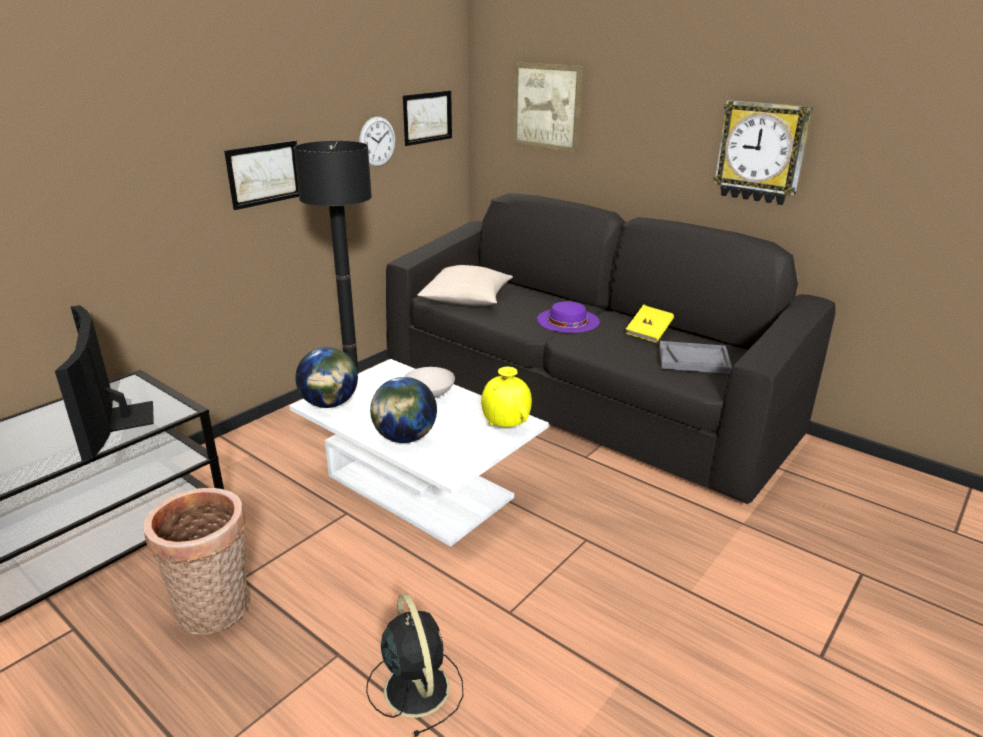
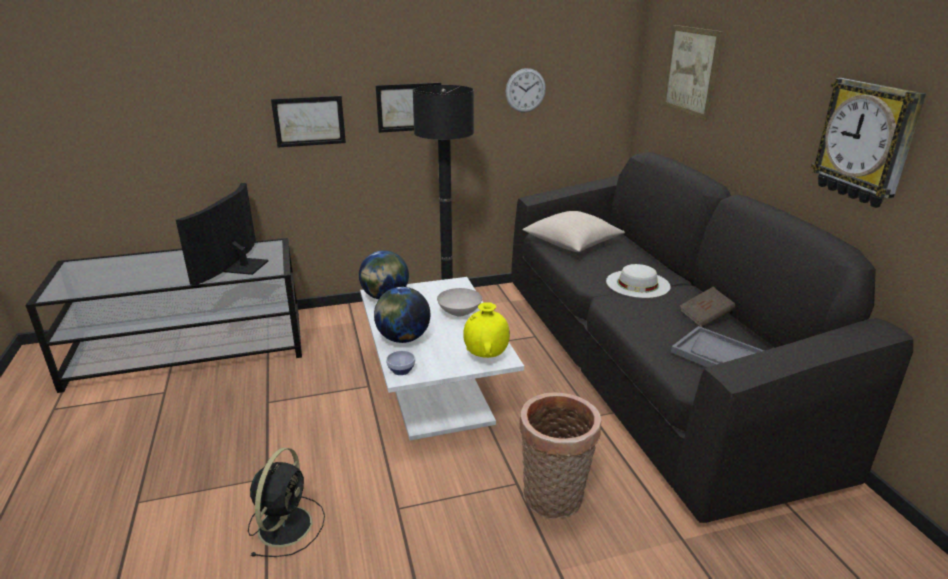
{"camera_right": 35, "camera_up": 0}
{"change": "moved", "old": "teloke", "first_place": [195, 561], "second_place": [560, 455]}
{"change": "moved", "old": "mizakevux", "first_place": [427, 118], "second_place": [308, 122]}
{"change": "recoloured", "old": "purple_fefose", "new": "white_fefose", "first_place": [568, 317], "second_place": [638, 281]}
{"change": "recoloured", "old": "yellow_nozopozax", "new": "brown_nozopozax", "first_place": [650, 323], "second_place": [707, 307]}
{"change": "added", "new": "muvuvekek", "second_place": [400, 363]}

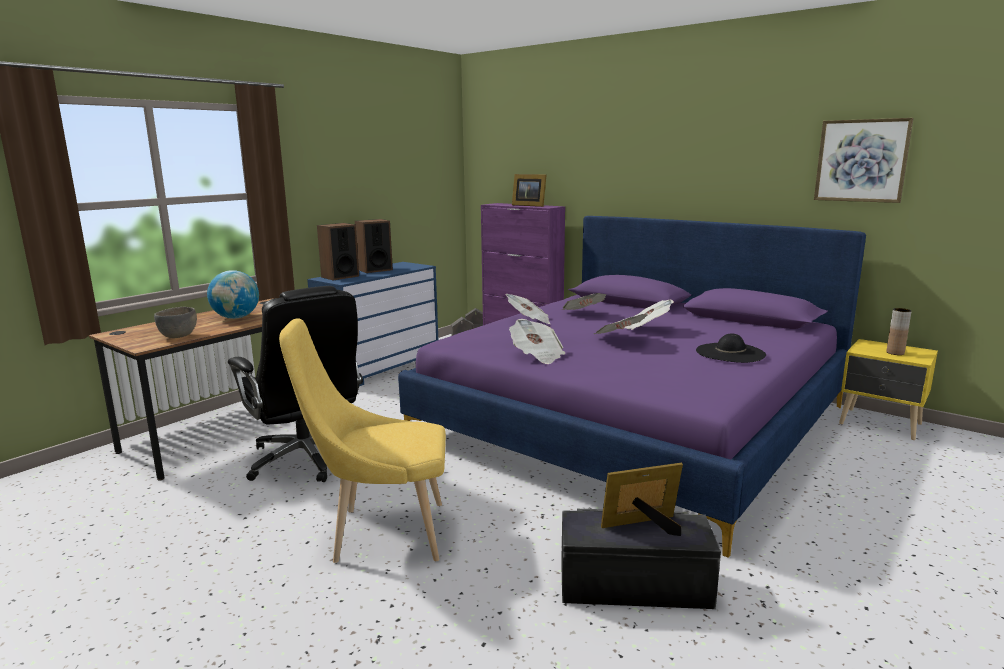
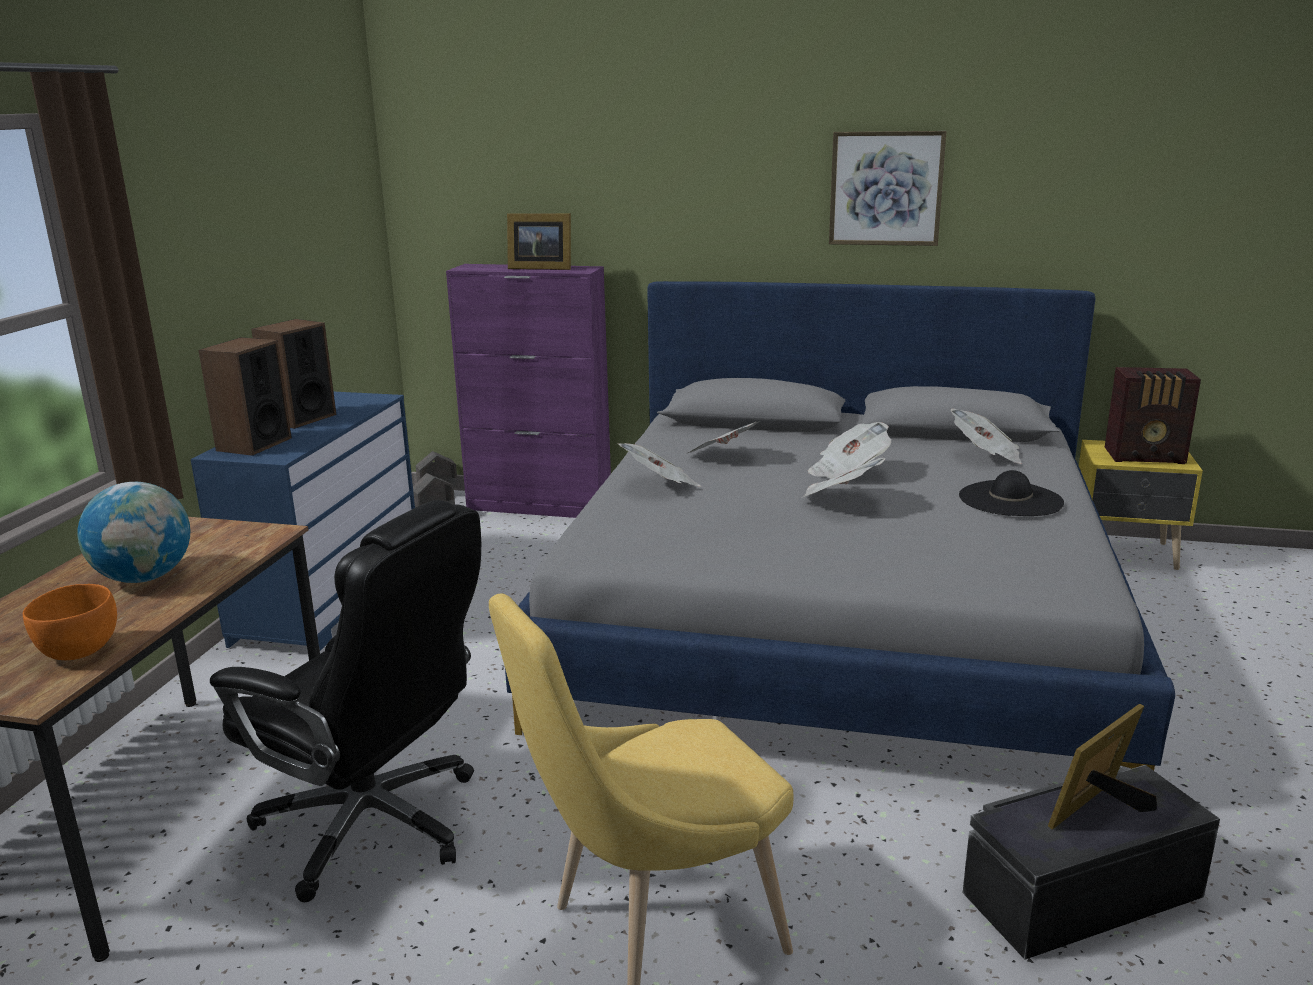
{"camera_right": -25, "camera_up": 5}
{"change": "recoloured", "old": "grey_muvuvekek", "new": "orange_muvuvekek", "first_place": [175, 322], "second_place": [70, 622]}
{"change": "recoloured", "old": "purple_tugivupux", "new": "grey_tugivupux", "first_place": [632, 387], "second_place": [840, 526]}
{"change": "moved", "old": "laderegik", "first_place": [537, 341], "second_place": [986, 436]}
{"change": "moved", "old": "mizakevux", "first_place": [864, 160], "second_place": [888, 188]}
{"change": "replaced", "old": "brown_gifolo", "new": "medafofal", "first_place": [899, 331], "second_place": [1153, 415]}

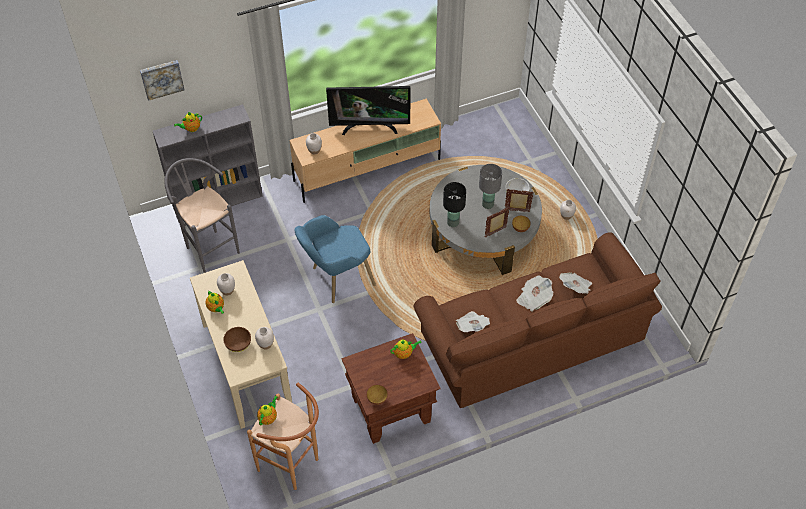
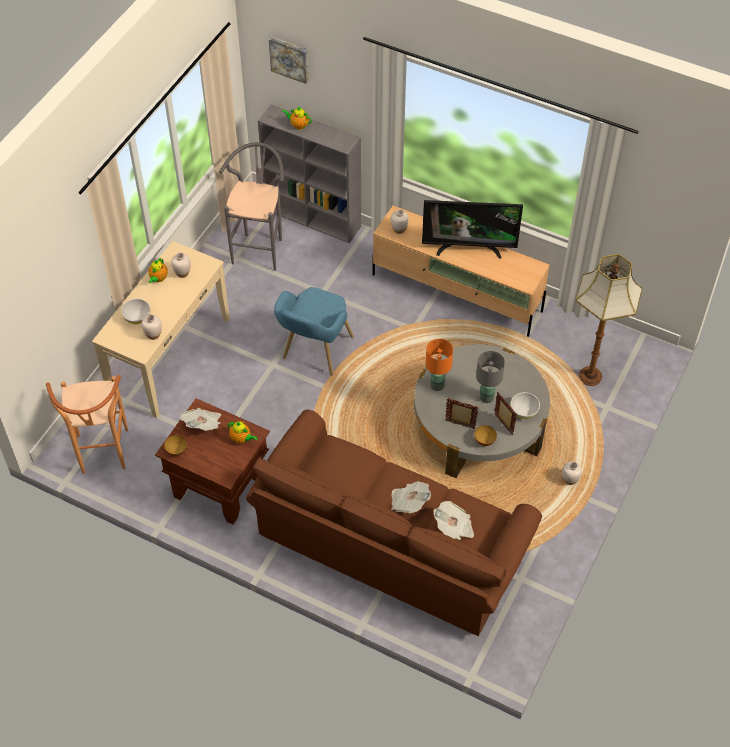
{"camera_right": 50, "camera_up": 0}
{"change": "recoloured", "old": "brown_muvuvekek", "new": "white_muvuvekek", "first_place": [237, 339], "second_place": [135, 311]}
{"change": "removed", "old": "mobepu", "first_place": [267, 411]}
{"change": "turned", "old": "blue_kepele", "first_place": [335, 259], "second_place": [314, 331], "degrees": -90}
{"change": "turned", "old": "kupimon", "first_place": [368, 110], "second_place": [472, 229], "degrees": -45}
{"change": "recoloured", "old": "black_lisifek", "new": "orange_lisifek", "first_place": [454, 204], "second_place": [439, 365]}
{"change": "moved", "old": "laderegik", "first_place": [473, 321], "second_place": [200, 419]}
{"change": "added", "new": "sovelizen", "second_place": [609, 320]}

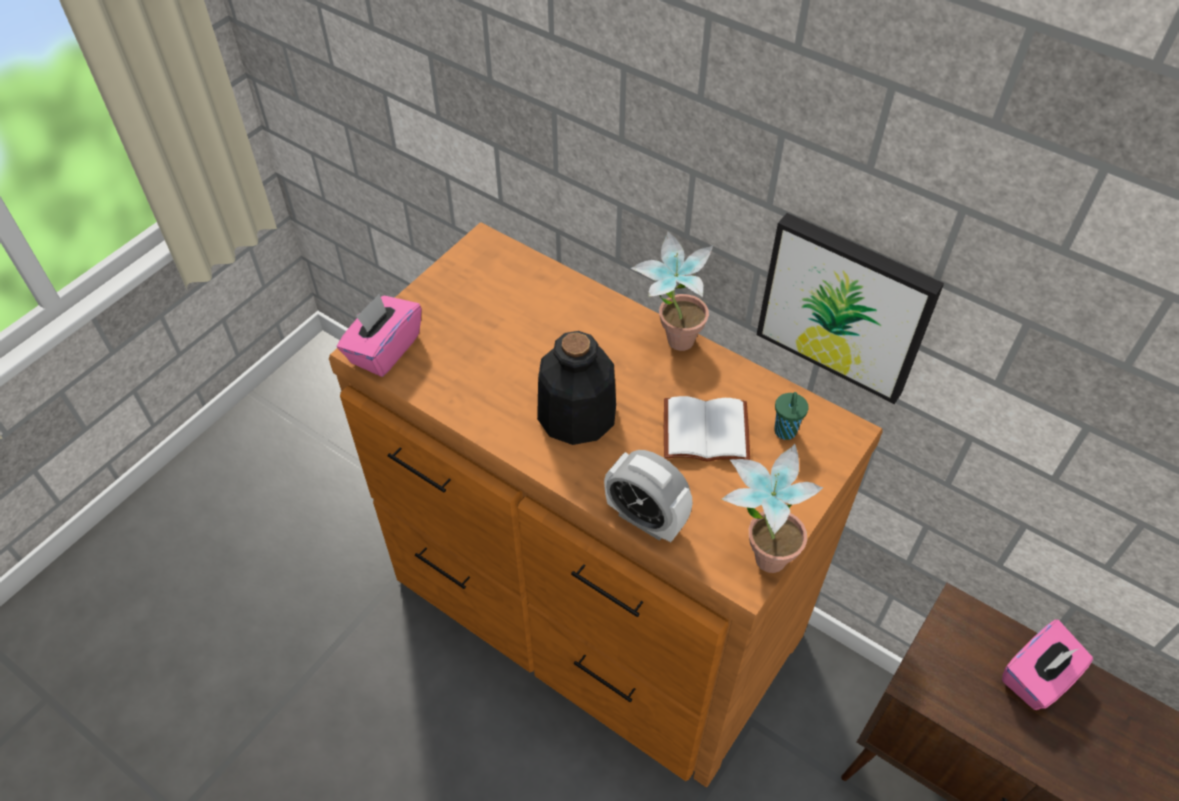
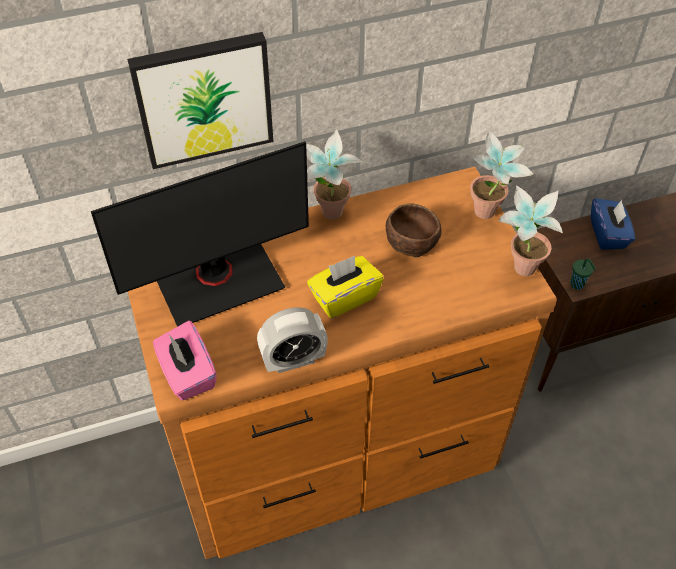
{"camera_right": -55, "camera_up": 0}
{"change": "replaced", "old": "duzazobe", "new": "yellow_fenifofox", "first_place": [576, 388], "second_place": [345, 286]}
{"change": "moved", "old": "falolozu", "first_place": [648, 496], "second_place": [292, 340]}
{"change": "replaced", "old": "white_nozopozax", "new": "brown_muvuvekek", "first_place": [707, 428], "second_place": [414, 230]}
{"change": "moved", "old": "mizakevux", "first_place": [850, 308], "second_place": [200, 100]}
{"change": "moved", "old": "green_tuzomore", "first_place": [791, 416], "second_place": [583, 274]}
{"change": "recoloured", "old": "pink_fenifofox", "new": "blue_fenifofox", "first_place": [1047, 664], "second_place": [613, 224]}
{"change": "added", "new": "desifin", "second_place": [200, 234]}
{"change": "added", "new": "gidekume", "second_place": [501, 174]}

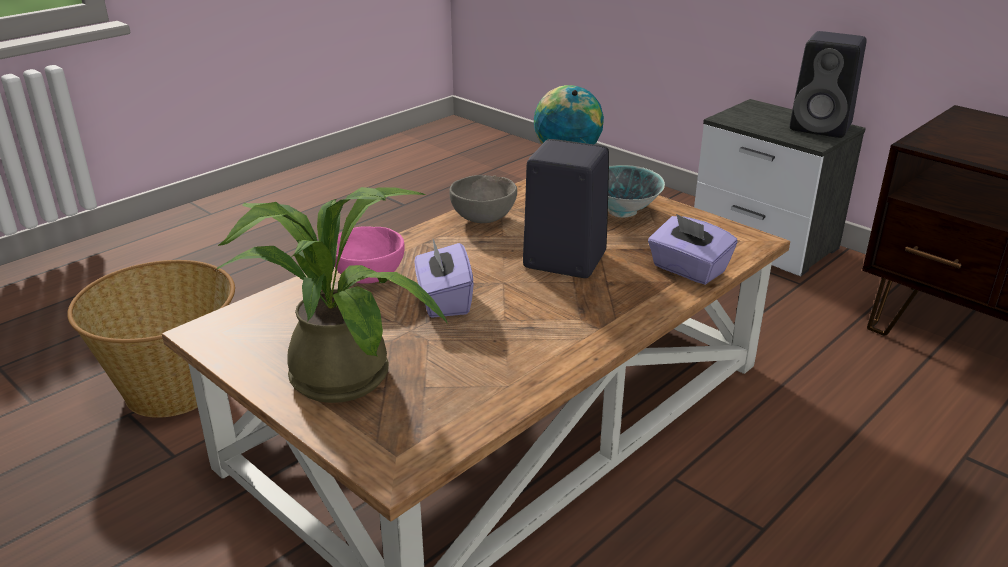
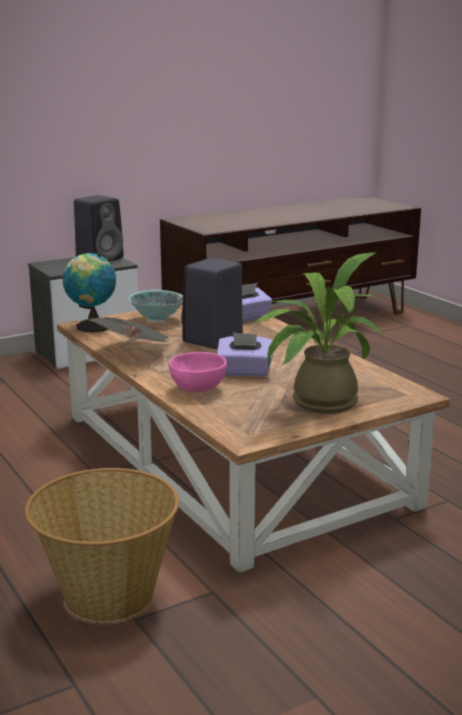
{"camera_right": -75, "camera_up": -10}
{"change": "replaced", "old": "grey_muvuvekek", "new": "laderegik", "first_place": [483, 199], "second_place": [127, 329]}

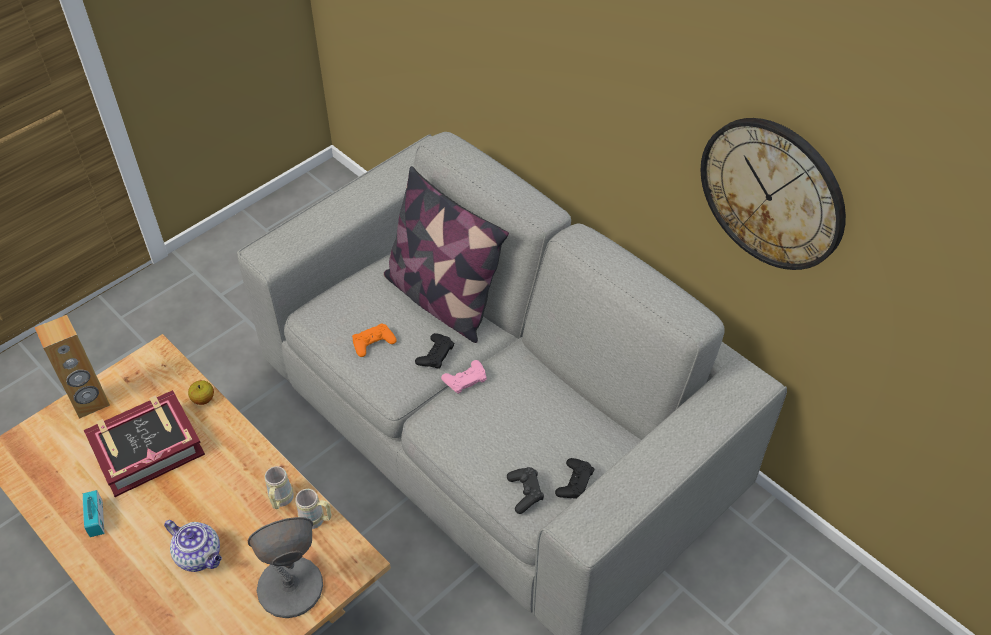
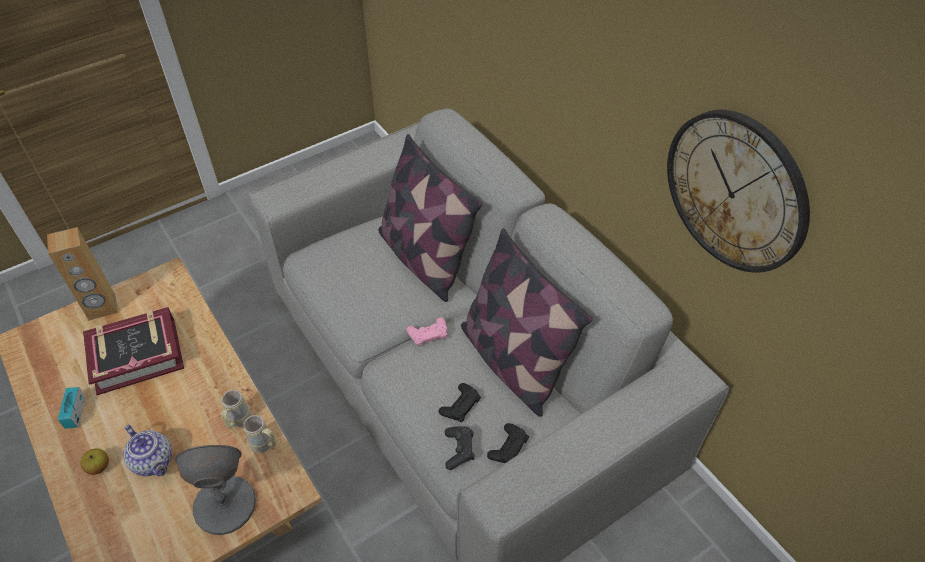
{"camera_right": 10, "camera_up": 0}
{"change": "moved", "old": "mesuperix", "first_place": [201, 392], "second_place": [94, 462]}
{"change": "removed", "old": "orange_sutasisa", "first_place": [374, 340]}
{"change": "moved", "old": "black_sutasisa", "first_place": [434, 351], "second_place": [459, 402]}
{"change": "added", "new": "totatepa", "second_place": [527, 322]}

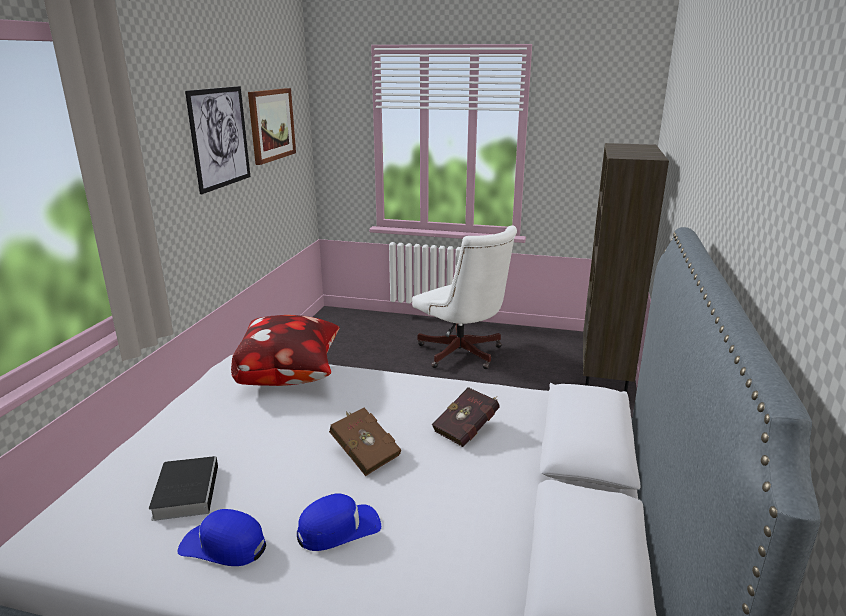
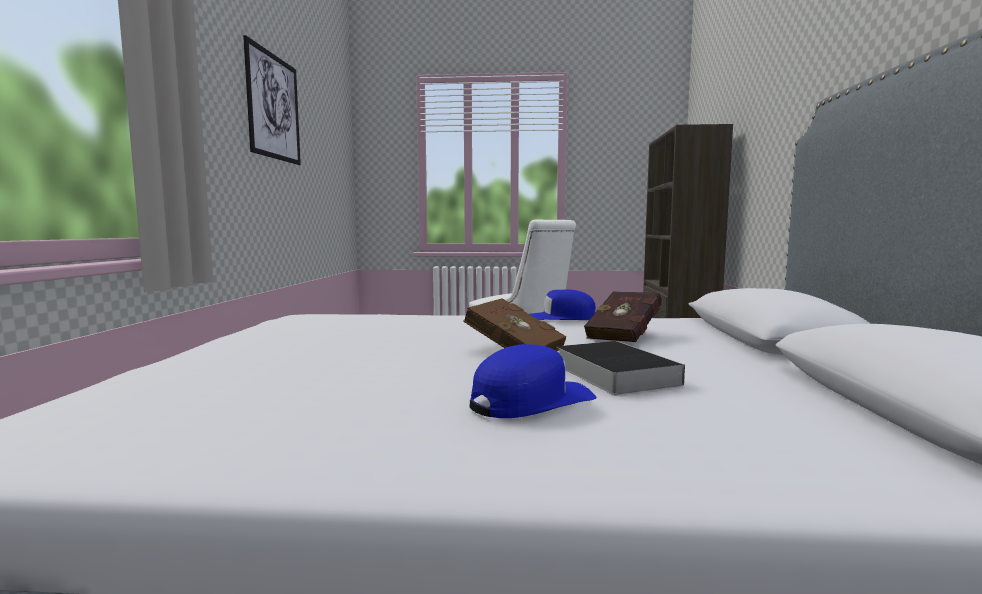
{"camera_right": -10, "camera_up": -15}
{"change": "moved", "old": "nozopozax", "first_place": [183, 488], "second_place": [621, 368]}
{"change": "moved", "old": "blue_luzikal", "first_place": [221, 537], "second_place": [562, 304]}
{"change": "removed", "old": "totatepa", "first_place": [285, 350]}
{"change": "removed", "old": "mizakevux", "first_place": [272, 126]}

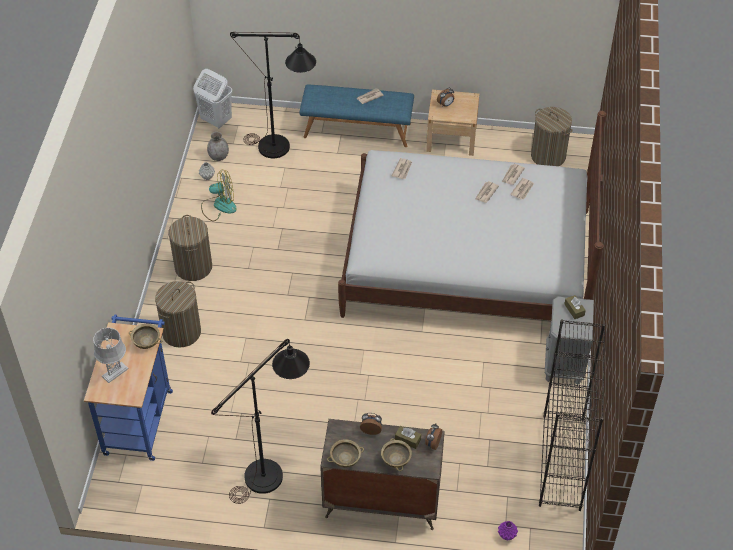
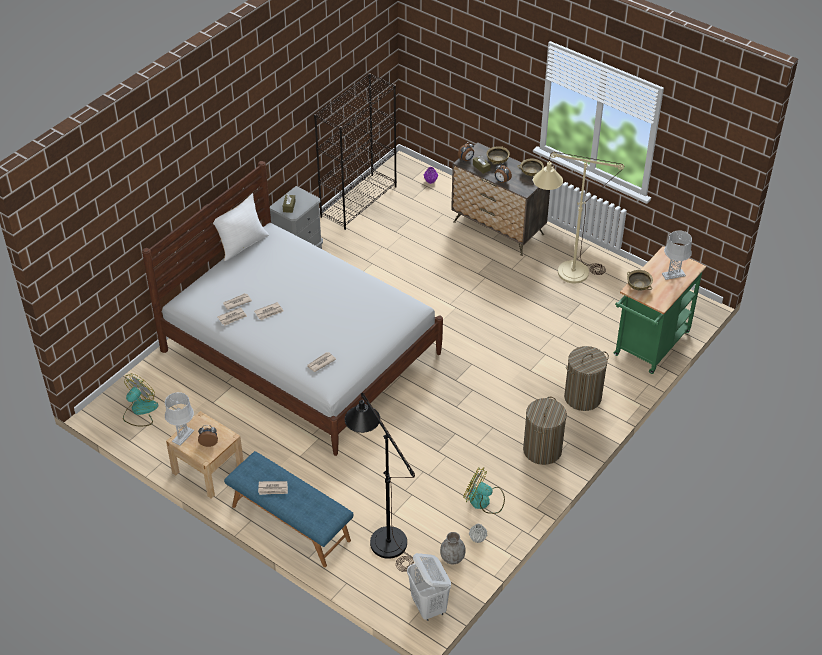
{"camera_right": -150, "camera_up": -5}
{"change": "recoloured", "old": "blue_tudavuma", "new": "green_tudavuma", "first_place": [128, 388], "second_place": [660, 310]}
{"change": "recoloured", "old": "black_sovelizen", "new": "beige_sovelizen", "first_place": [260, 421], "second_place": [578, 218]}
{"change": "replaced", "old": "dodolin", "new": "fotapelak", "first_place": [552, 136], "second_place": [140, 400]}
{"change": "added", "new": "grey_lisifek", "second_place": [179, 419]}
{"change": "added", "new": "white_totatepa", "second_place": [241, 227]}

